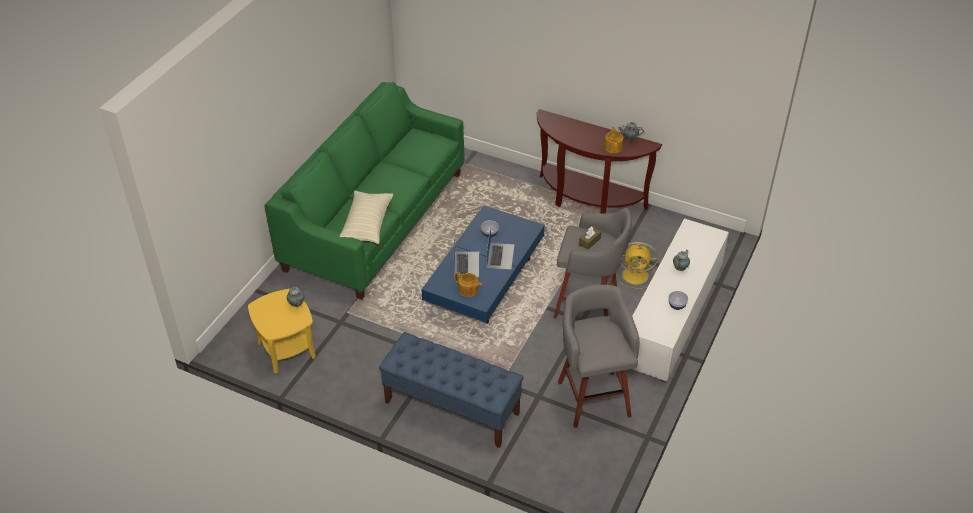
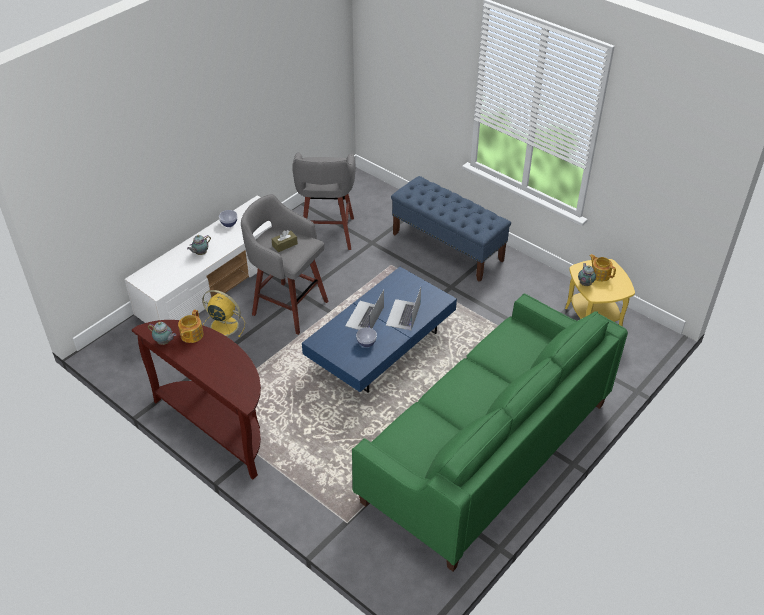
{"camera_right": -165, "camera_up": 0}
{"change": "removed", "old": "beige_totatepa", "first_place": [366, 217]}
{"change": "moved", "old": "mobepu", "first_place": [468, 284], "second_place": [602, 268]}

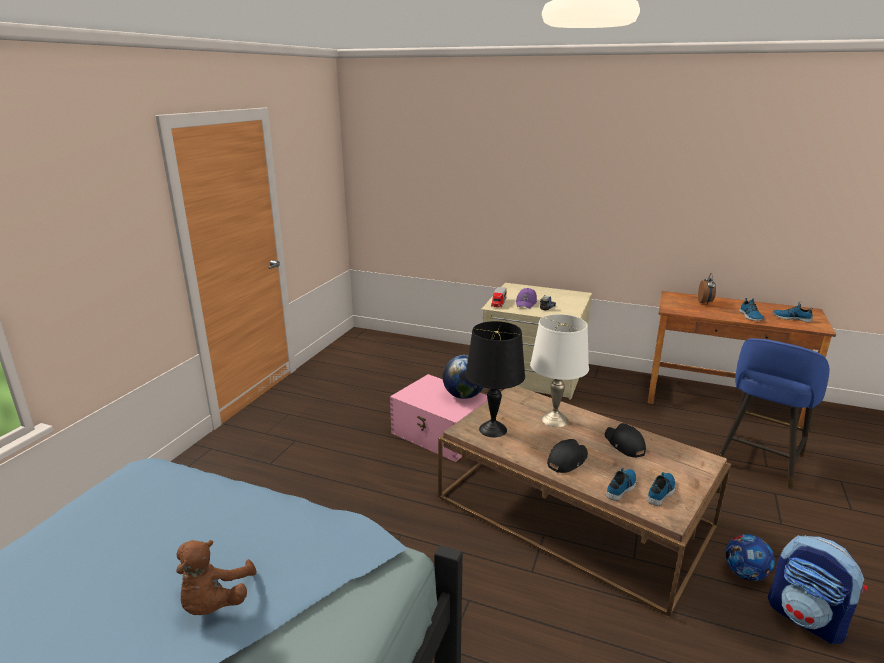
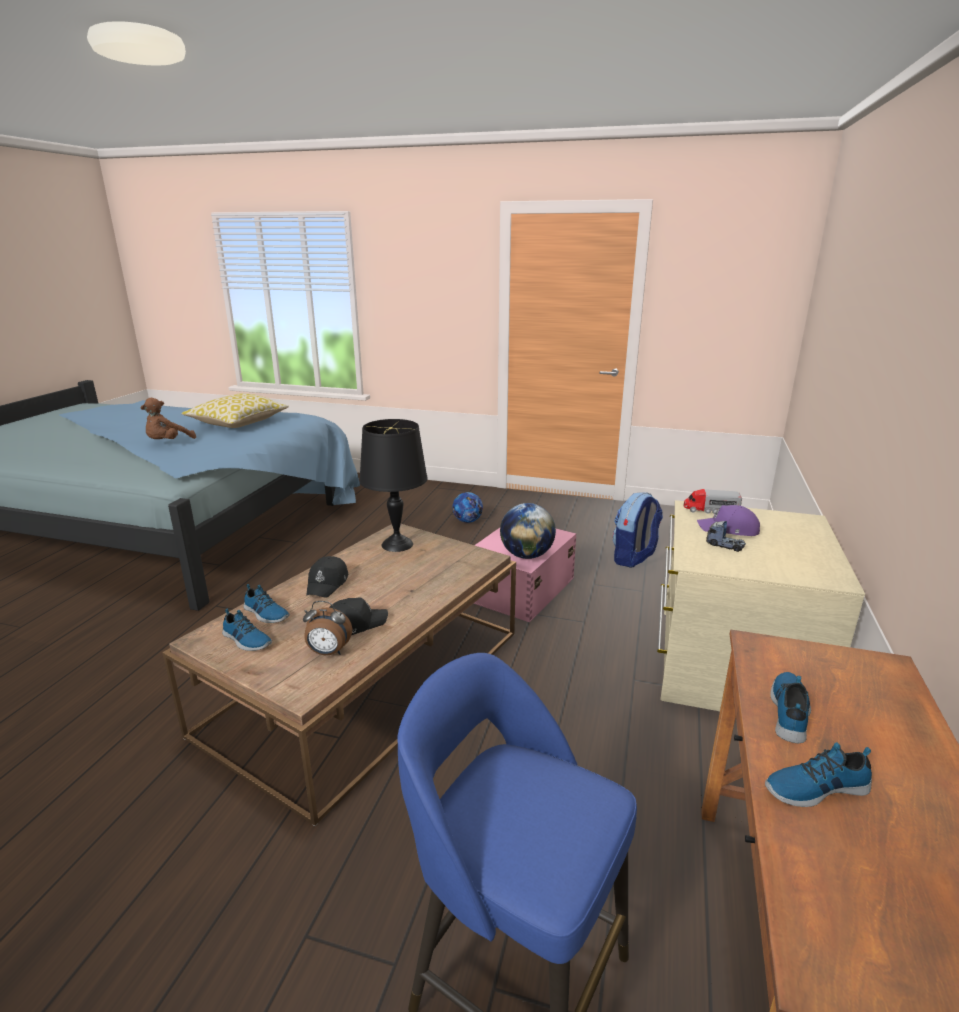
{"camera_right": 85, "camera_up": 0}
{"change": "turned", "old": "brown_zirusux", "first_place": [216, 577], "second_place": [168, 418], "degrees": -60}
{"change": "removed", "old": "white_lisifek", "first_place": [559, 370]}
{"change": "turned", "old": "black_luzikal", "first_place": [567, 456], "second_place": [327, 577], "degrees": 60}
{"change": "moved", "old": "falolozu", "first_place": [707, 289], "second_place": [327, 628]}
{"change": "moved", "old": "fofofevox", "first_place": [750, 557], "second_place": [467, 507]}
{"change": "moved", "old": "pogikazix", "first_place": [817, 589], "second_place": [638, 529]}
{"change": "moved", "old": "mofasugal", "first_place": [793, 312], "second_place": [790, 707]}
{"change": "added", "new": "totatepa", "second_place": [235, 410]}

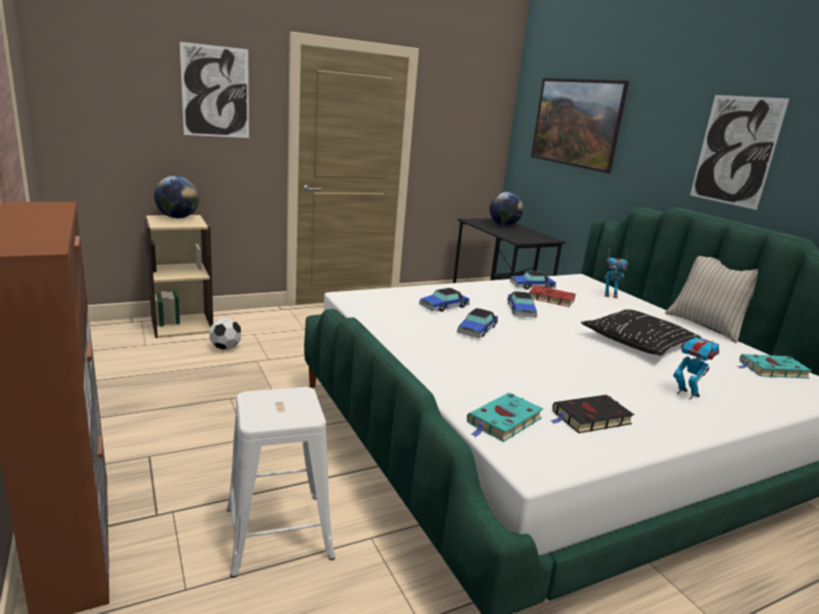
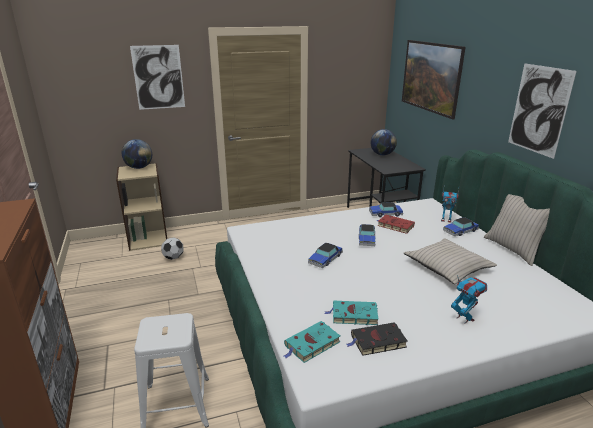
{"camera_right": 10, "camera_up": 5}
{"change": "moved", "old": "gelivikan", "first_place": [444, 300], "second_place": [461, 226]}
{"change": "recoloured", "old": "black_totatepa", "new": "beige_totatepa", "first_place": [641, 332], "second_place": [450, 261]}
{"change": "moved", "old": "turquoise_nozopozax", "first_place": [774, 366], "second_place": [351, 313]}

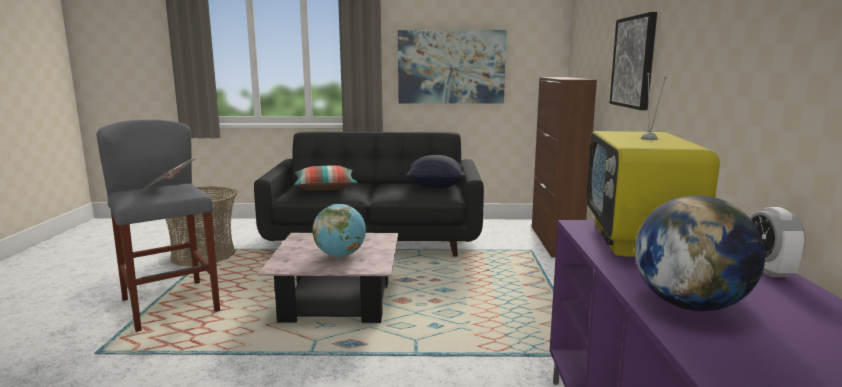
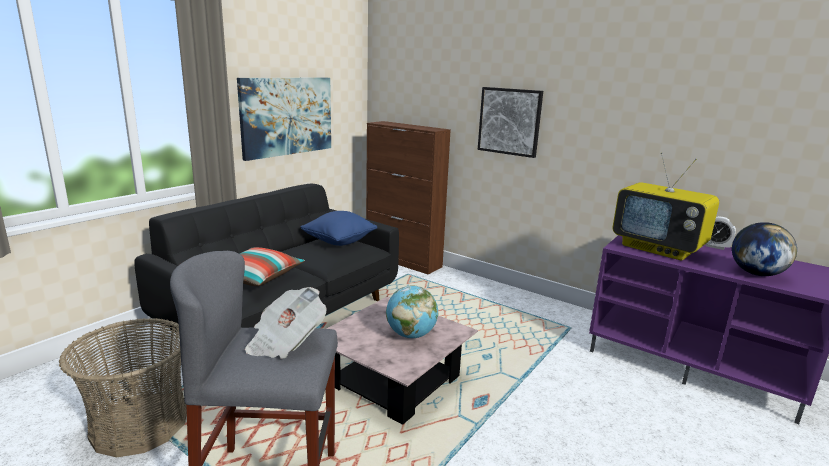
{"camera_right": -55, "camera_up": 5}
{"change": "recoloured", "old": "black_totatepa", "new": "blue_totatepa", "first_place": [435, 171], "second_place": [339, 228]}

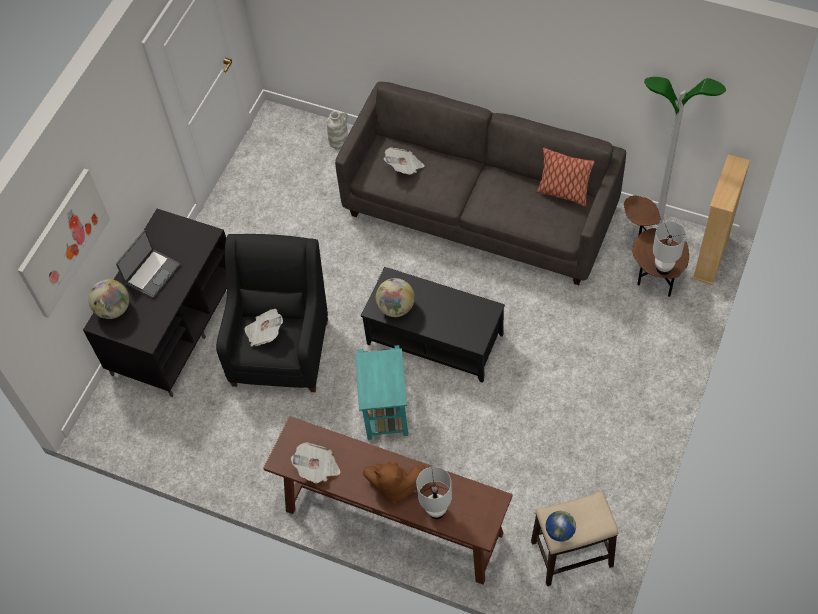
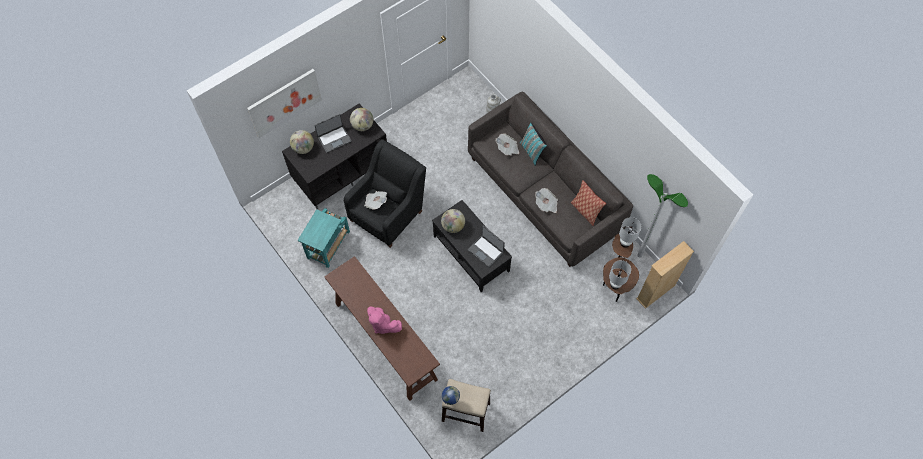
{"camera_right": 25, "camera_up": 5}
{"change": "moved", "old": "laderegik", "first_place": [316, 462], "second_place": [546, 200]}
{"change": "moved", "old": "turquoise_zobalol", "first_place": [381, 392], "second_place": [323, 238]}
{"change": "recoloured", "old": "brown_zirusux", "new": "pink_zirusux", "first_place": [394, 482], "second_place": [384, 320]}
{"change": "moved", "old": "white_lisifek", "first_place": [434, 493], "second_place": [630, 232]}
{"change": "added", "new": "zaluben", "second_place": [361, 119]}
{"change": "added", "new": "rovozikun", "second_place": [486, 246]}
{"change": "added", "new": "turquoise_totatepa", "second_place": [533, 144]}

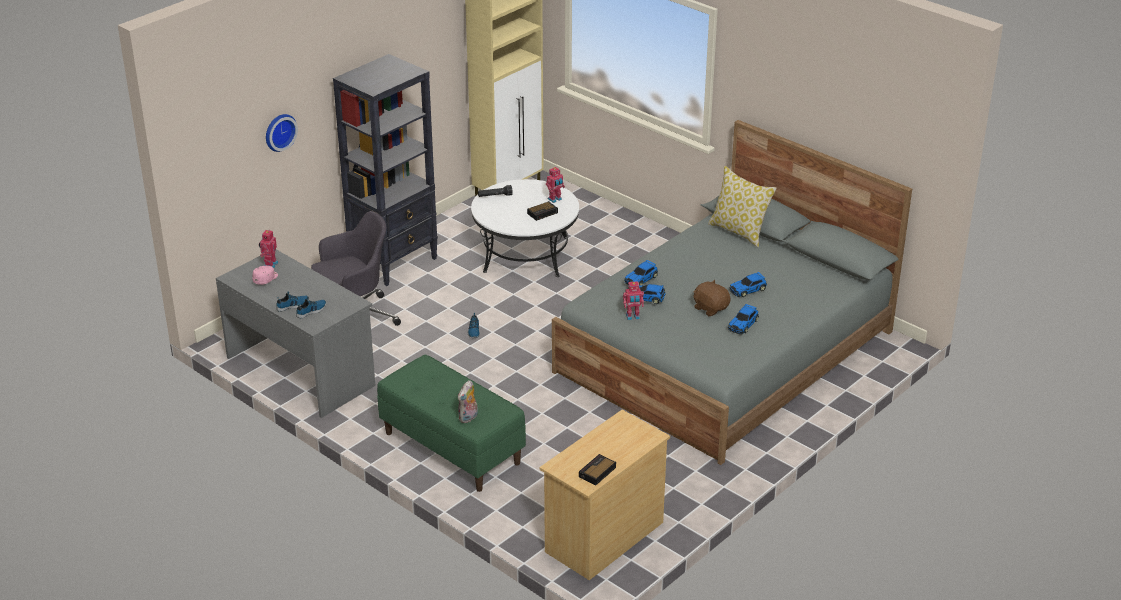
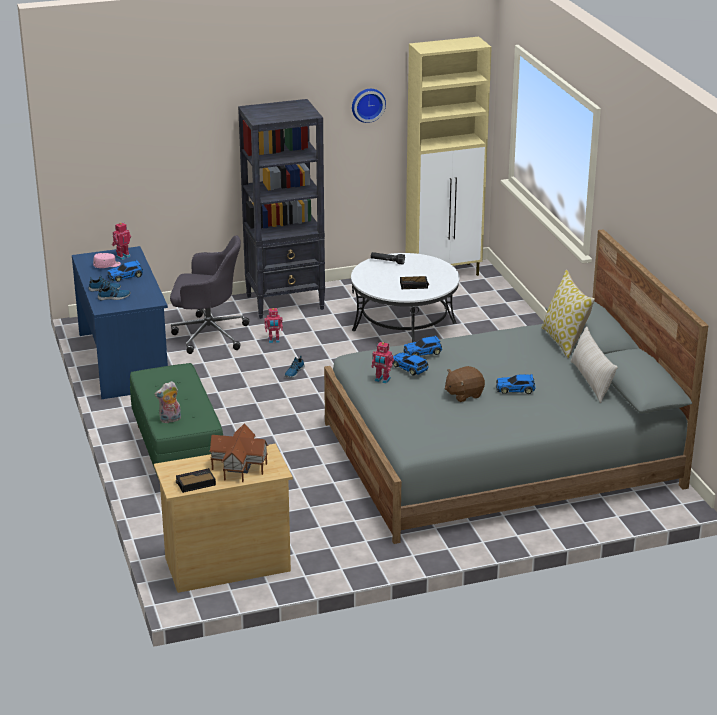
{"camera_right": 30, "camera_up": -5}
{"change": "recoloured", "old": "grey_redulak", "new": "blue_redulak", "first_place": [295, 334], "second_place": [120, 322]}
{"change": "moved", "old": "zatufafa", "first_place": [282, 133], "second_place": [369, 106]}
{"change": "moved", "old": "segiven", "first_place": [555, 185], "second_place": [273, 325]}
{"change": "turned", "old": "brown_zirusux", "first_place": [712, 298], "second_place": [465, 384], "degrees": -105}
{"change": "moved", "old": "gelivikan", "first_place": [743, 319], "second_place": [125, 271]}
{"change": "added", "new": "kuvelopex", "second_place": [238, 452]}
{"change": "added", "new": "beige_totatepa", "second_place": [594, 364]}

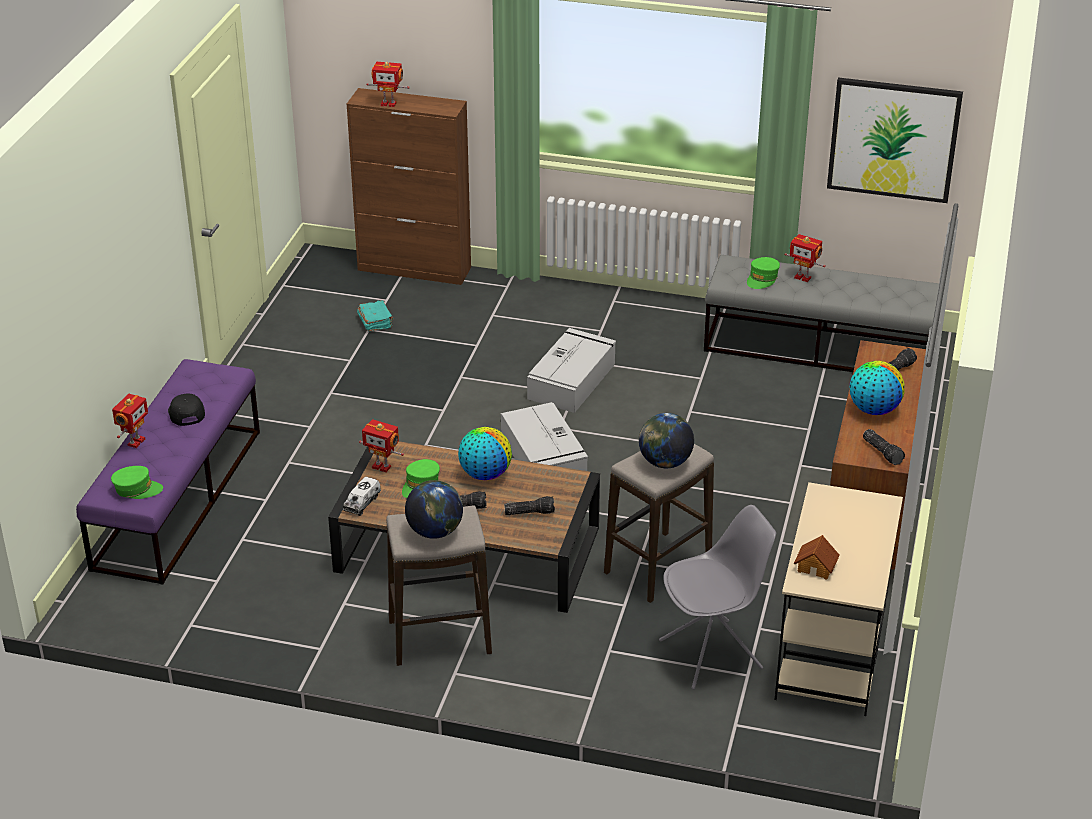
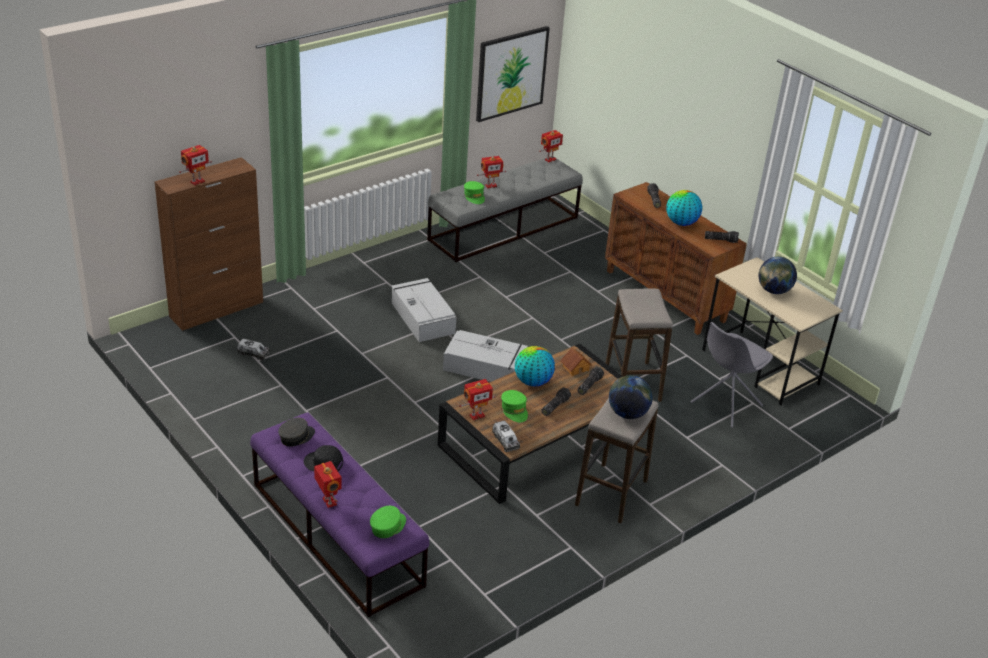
{"camera_right": -55, "camera_up": 0}
{"change": "replaced", "old": "turquoise_nozopozax", "new": "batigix", "first_place": [375, 316], "second_place": [253, 349]}
{"change": "moved", "old": "zaluben", "first_place": [666, 440], "second_place": [778, 275]}
{"change": "turned", "old": "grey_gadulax", "first_place": [717, 597], "second_place": [731, 375], "degrees": -150}
{"change": "moved", "old": "kuvelopex", "first_place": [817, 557], "second_place": [576, 361]}
{"change": "added", "new": "grey_luzikal", "second_place": [296, 432]}
{"change": "added", "new": "segiven", "second_place": [551, 146]}

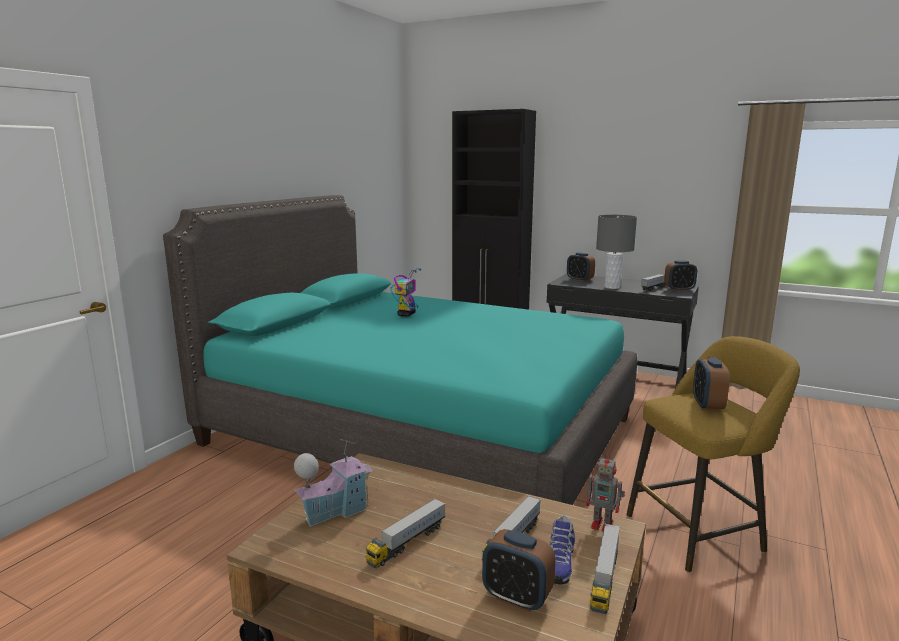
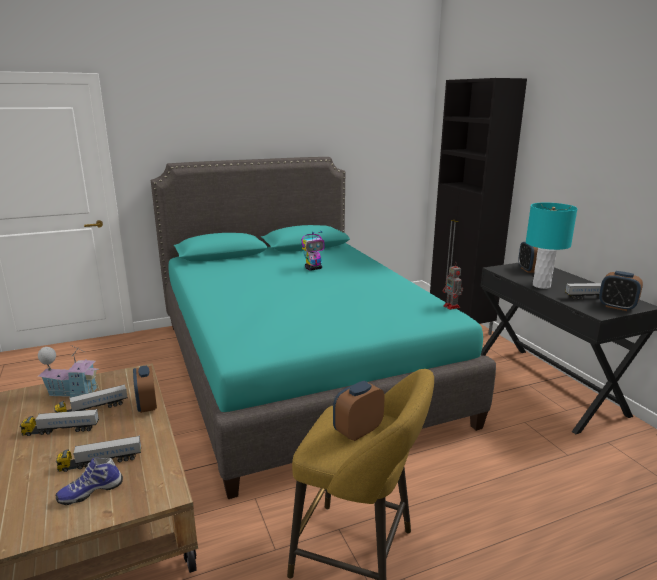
{"camera_right": 40, "camera_up": 5}
{"change": "moved", "old": "falolozu", "first_place": [519, 570], "second_place": [145, 389]}
{"change": "moved", "old": "segiven", "first_place": [605, 492], "second_place": [453, 286]}
{"change": "moved", "old": "batigix", "first_place": [605, 568], "second_place": [91, 398]}
{"change": "recoloured", "old": "grey_lisifek", "new": "turquoise_lisifek", "first_place": [616, 252], "second_place": [552, 246]}

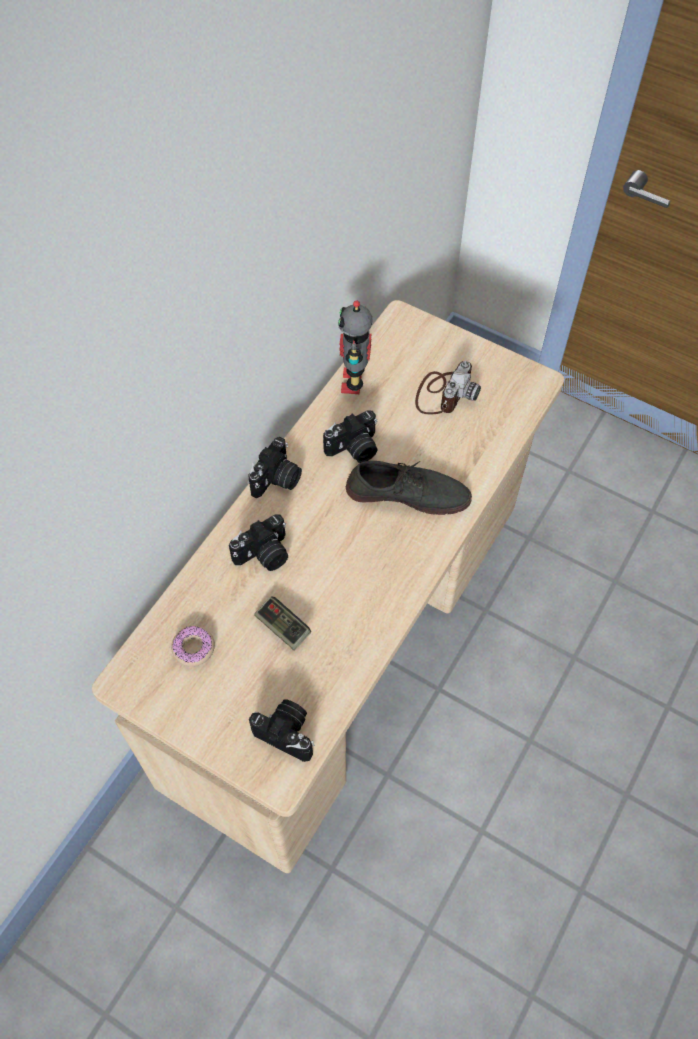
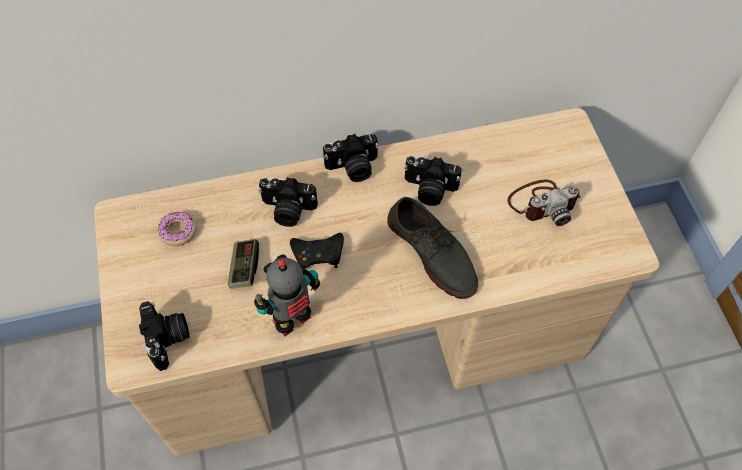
{"camera_right": 45, "camera_up": 0}
{"change": "moved", "old": "segiven", "first_place": [355, 347], "second_place": [287, 295]}
{"change": "added", "new": "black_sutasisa", "second_place": [317, 251]}

